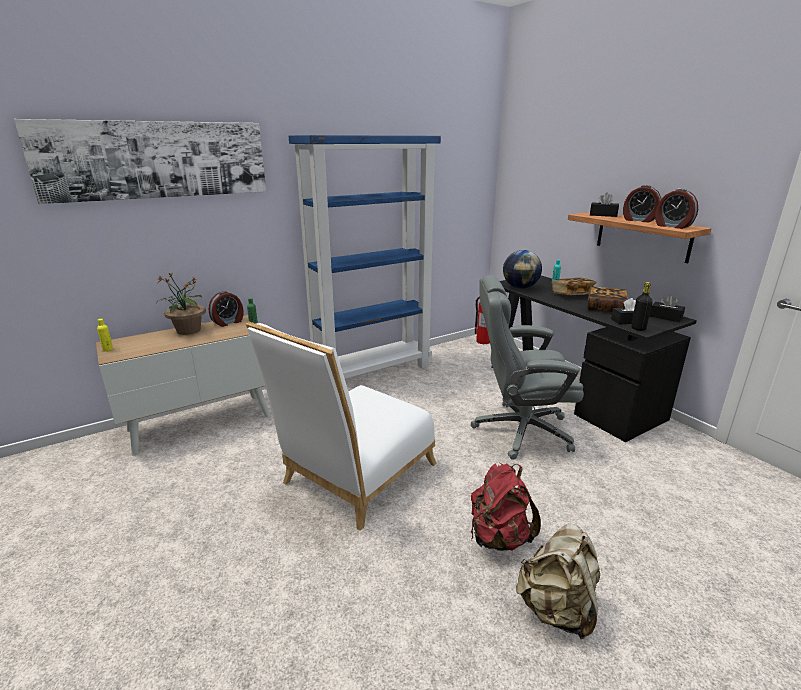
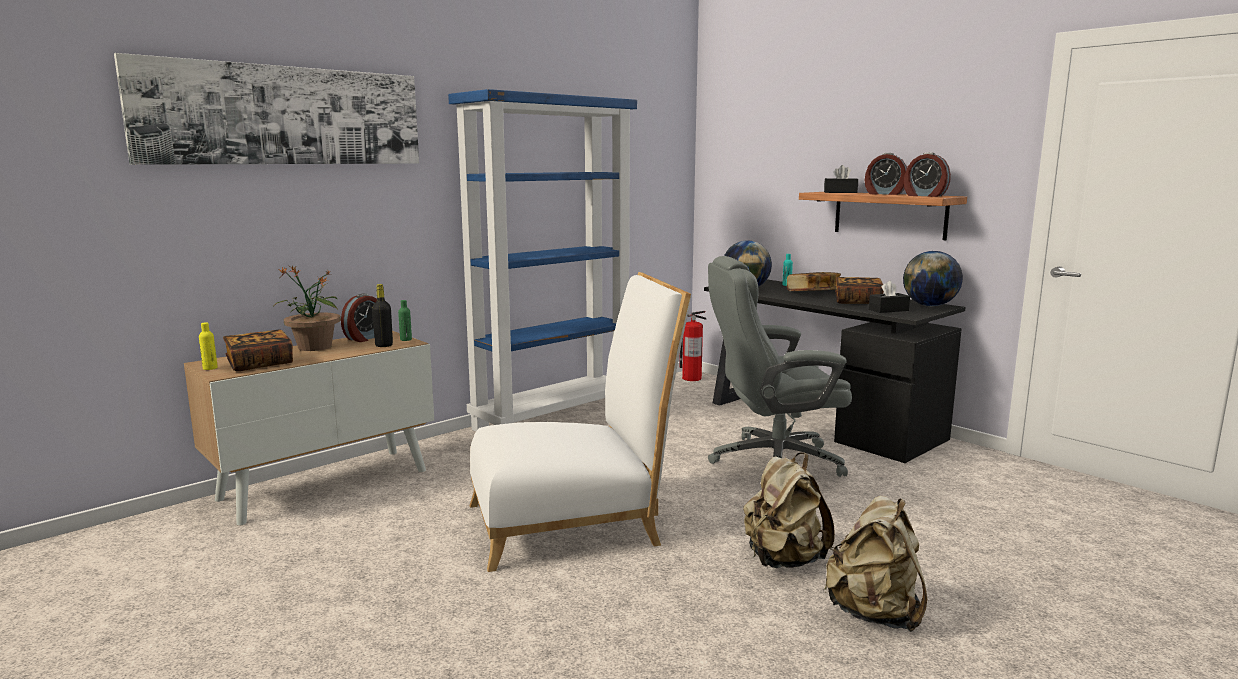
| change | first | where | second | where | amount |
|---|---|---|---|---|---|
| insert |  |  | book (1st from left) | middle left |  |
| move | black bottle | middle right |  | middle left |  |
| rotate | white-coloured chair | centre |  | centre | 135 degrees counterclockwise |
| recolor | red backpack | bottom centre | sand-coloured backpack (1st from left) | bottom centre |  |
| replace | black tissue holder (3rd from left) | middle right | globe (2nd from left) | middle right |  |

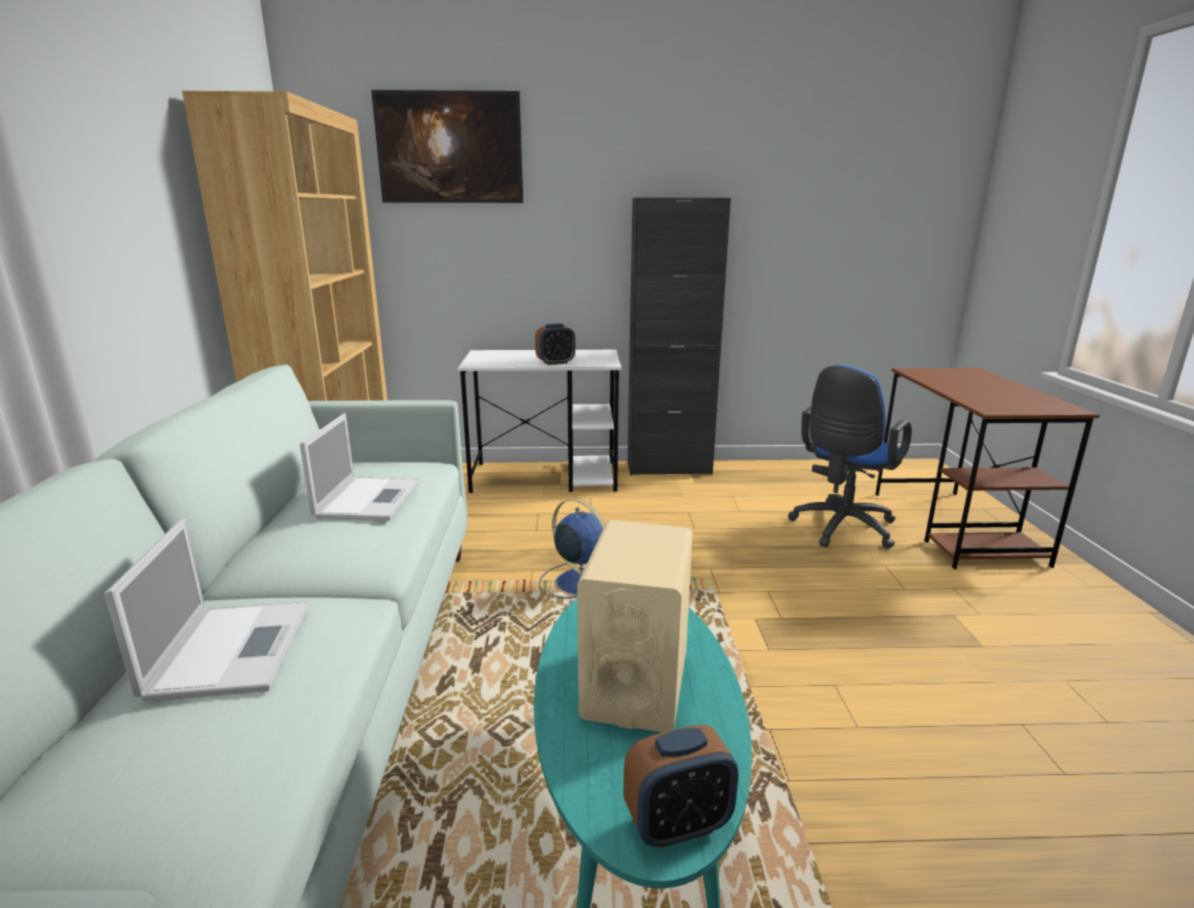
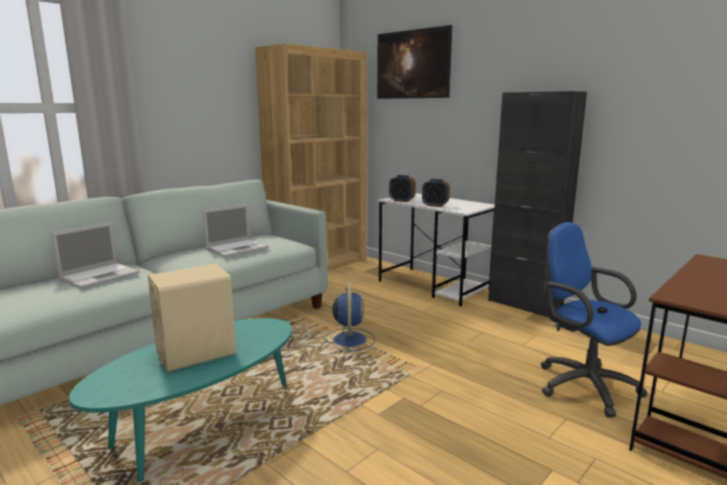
| change | first | where | second | where | amount |
|---|---|---|---|---|---|
| move | alarm clock (2nd from left in the first image) | bottom centre | alarm clock (1st from left) | centre |  |
| rotate | blue-coloured desk chair | middle right |  | middle right | 60 degrees clockwise |

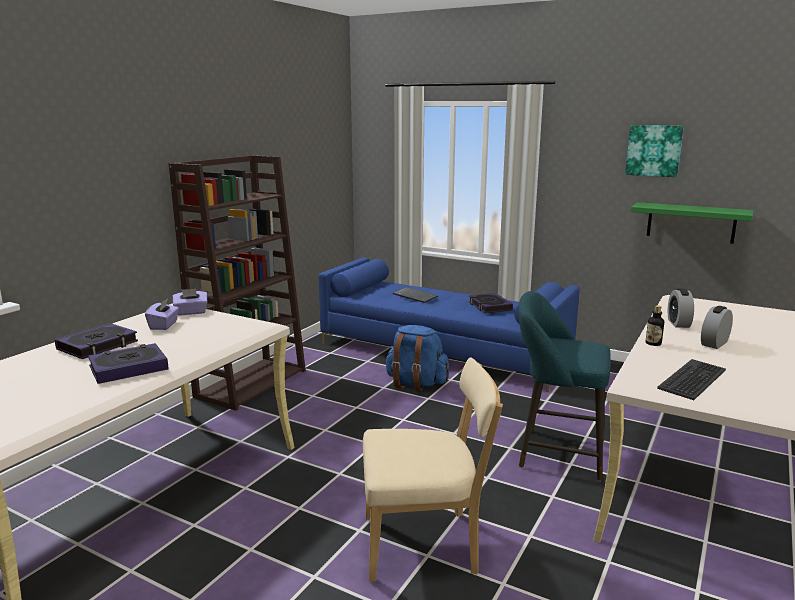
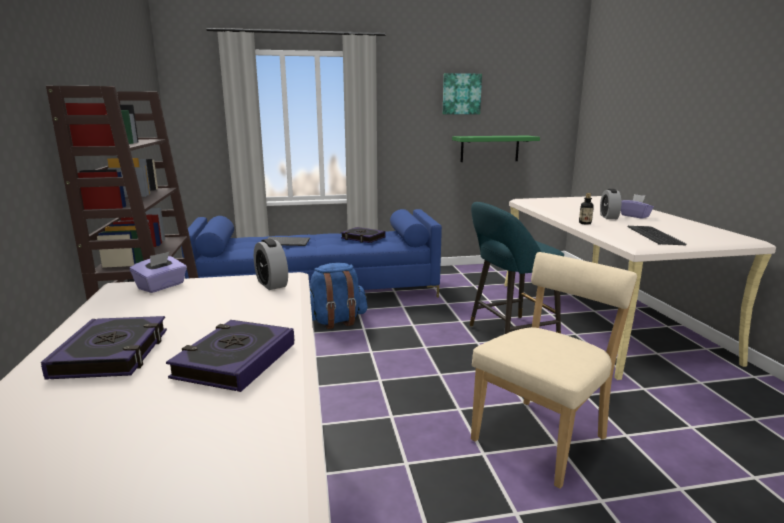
| change | first | where | second | where | amount |
|---|---|---|---|---|---|
| move | alarm clock (1st from left) | middle right |  | centre |  |
| move | purplish tissue holder (1st from left in the first image) | middle left | purplish tissue holder (2nd from left) | middle right |  |

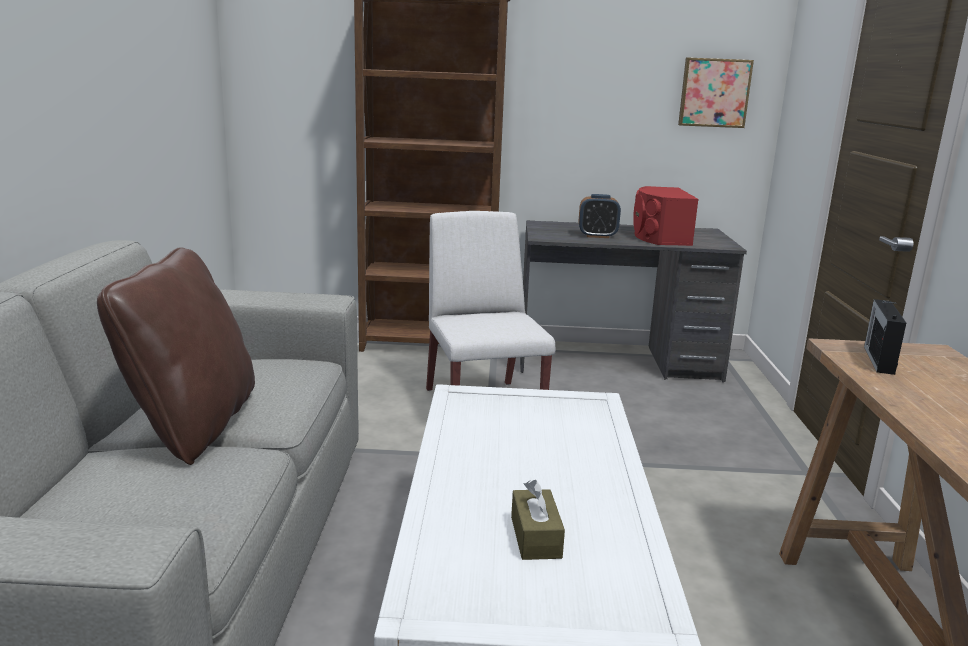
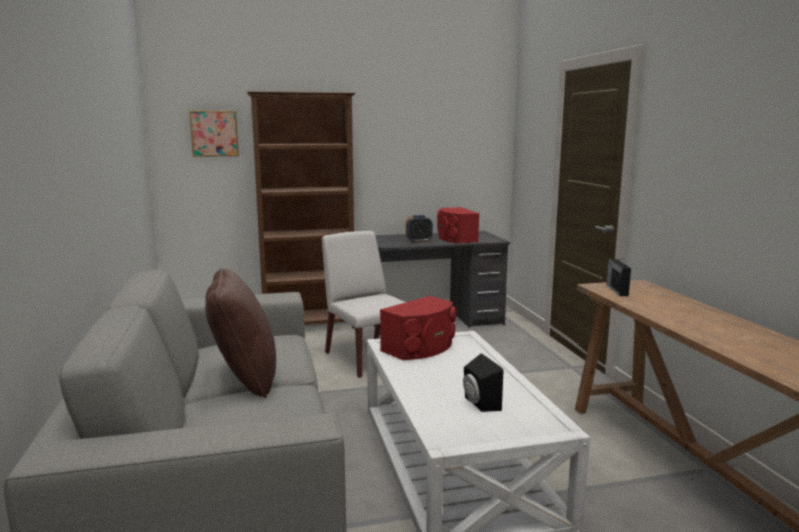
| change | first | where | second | where | amount |
|---|---|---|---|---|---|
| move | wall art | top right |  | top left |  |
| insert |  |  | red speaker (1st from left) | centre |  |
| replace | brown tissue holder | bottom centre | black speaker | bottom centre |  |

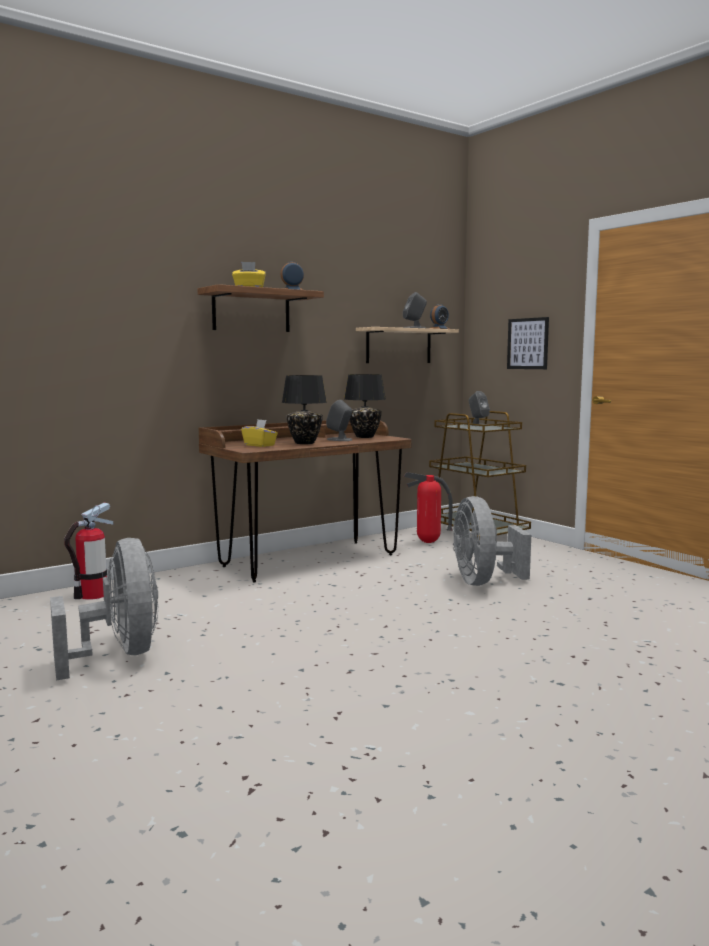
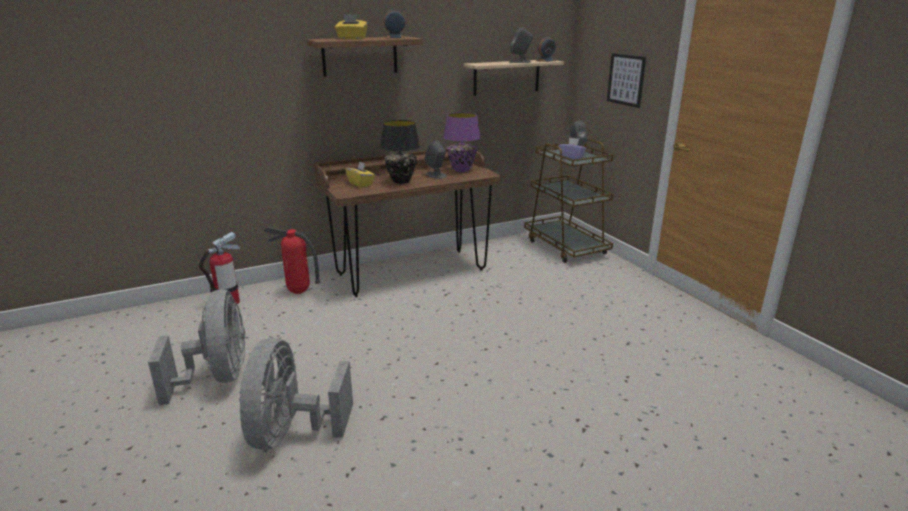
| change | first | where | second | where | amount |
|---|---|---|---|---|---|
| move | gray fan (2nd from left) | middle right |  | bottom left |  |
| move | extinguisher (2nd from left) | centre |  | middle left |  |
| recolor | black tabletop lamp (2nd from left) | centre | purplish tabletop lamp | top centre |  |
| insert |  |  | purplish tissue holder | top centre |  |

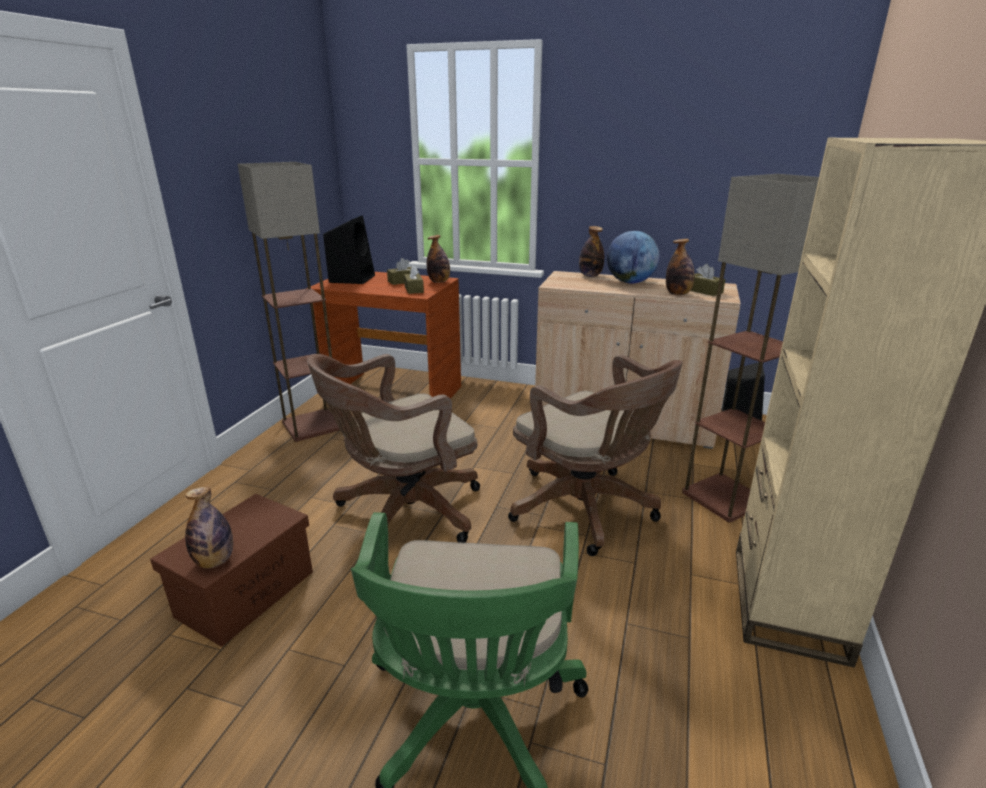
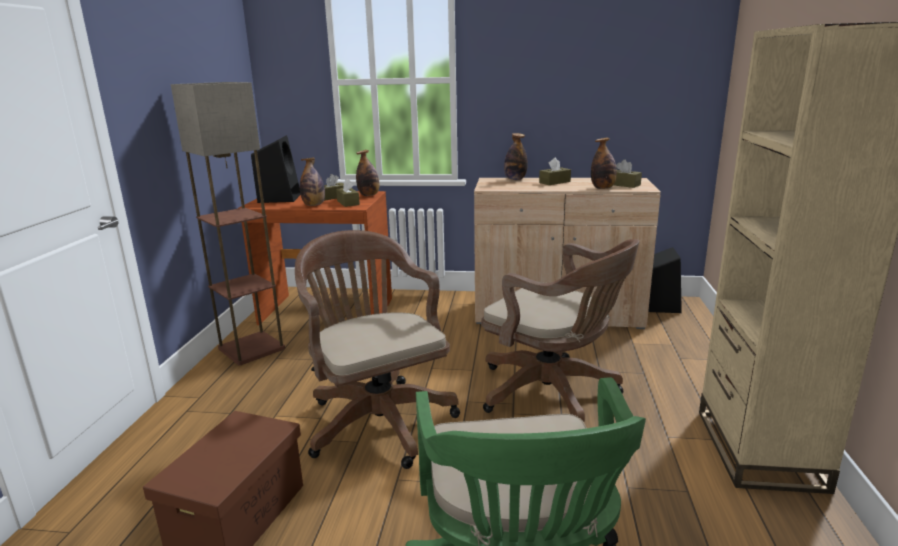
| change | first | where | second | where | amount |
|---|---|---|---|---|---|
| rotate | brown desk chair (1st from left) | centre |  | centre | 105 degrees clockwise |
| move | bottle (1st from left) | bottom left |  | top centre |  |
| replace | globe | top centre | brown tissue holder (3rd from left) | top centre |  |
| delete | standing lamp (2nd from left) | middle right |  |  |  |

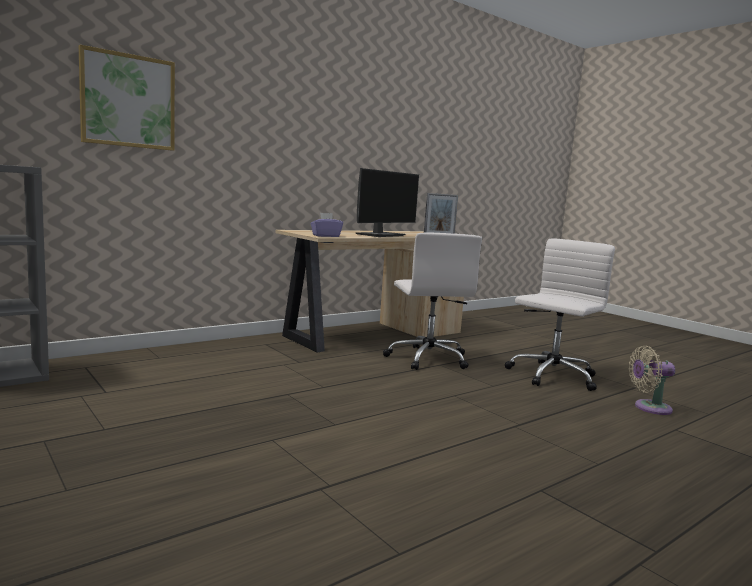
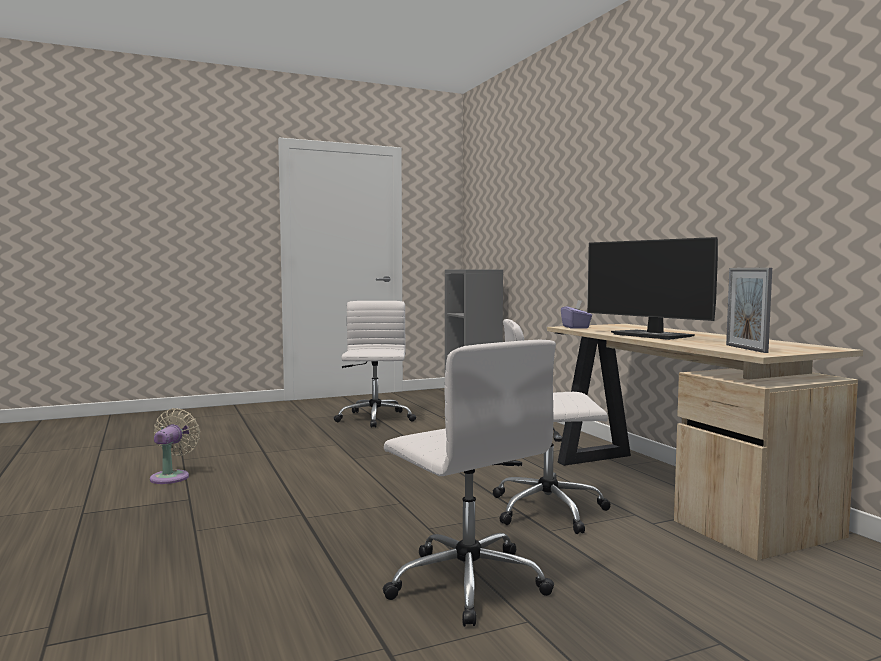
| change | first | where | second | where | amount |
|---|---|---|---|---|---|
| move | sand-coloured fan | middle right |  | bottom left |  |
| insert |  |  | white-coloured desk chair (1st from left) | centre |  |
| delete | wall art | top left |  |  |  |

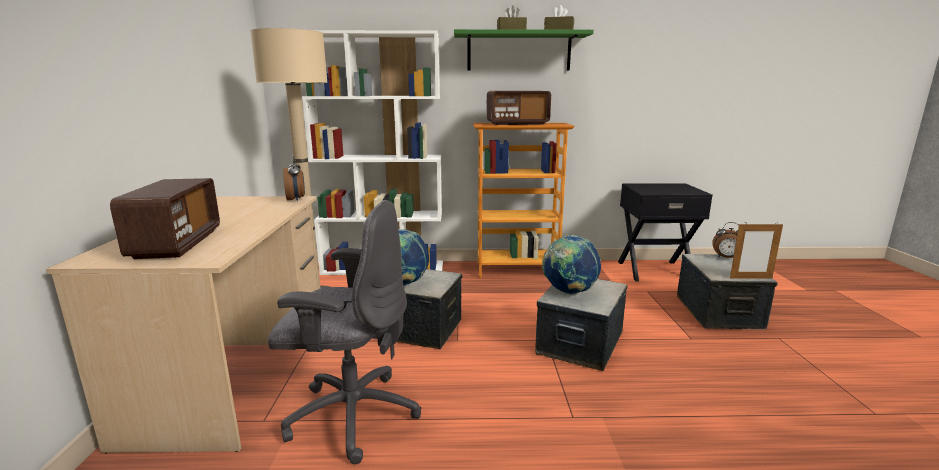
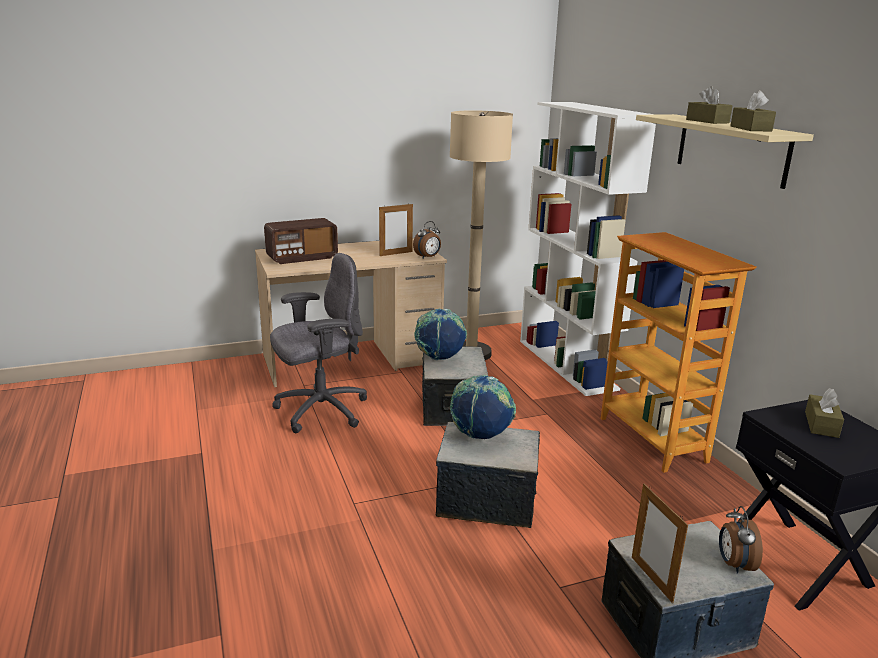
| change | first | where | second | where | amount |
|---|---|---|---|---|---|
| rotate | gray desk chair | bottom centre |  | centre | 105 degrees counterclockwise |
| insert |  |  | photo frame (1st from left) | centre |  |
| recolor | green bracket shelf | top centre | sand-coloured bracket shelf | top right |  |
| insert |  |  | brown tissue holder (3rd from left) | middle right |  |
| delete | radio (2nd from left) | top centre |  |  |  |

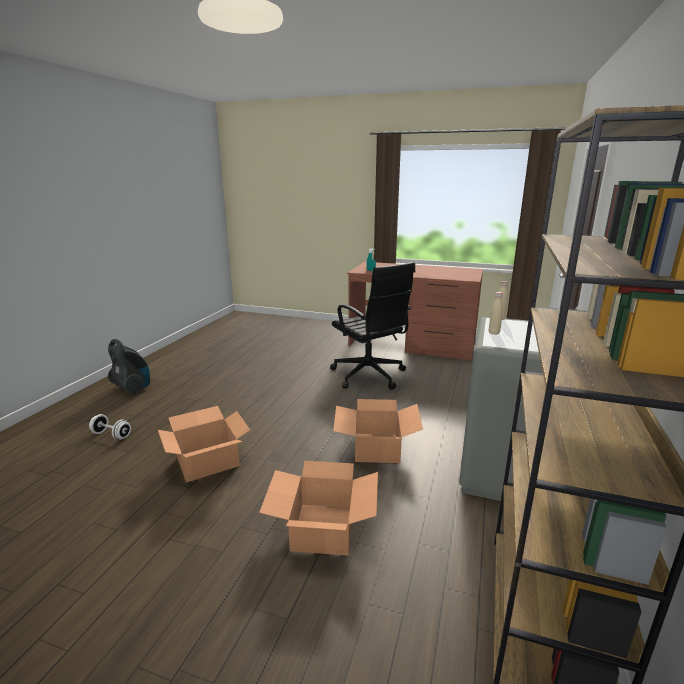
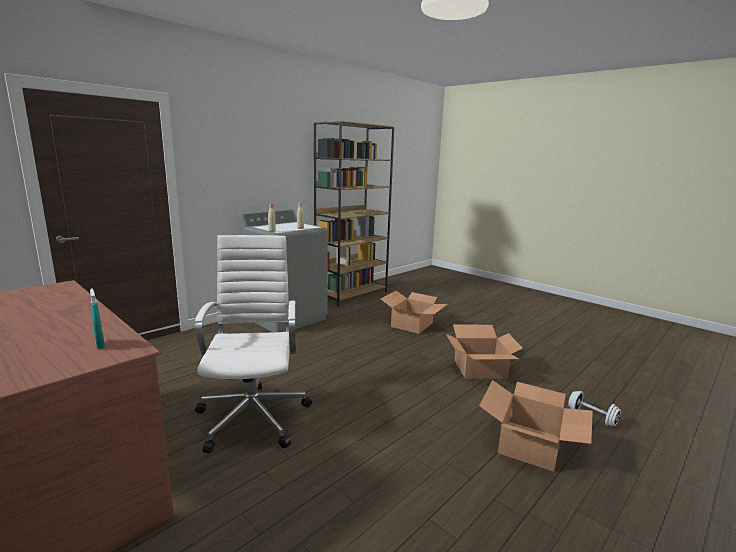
| change | first | where | second | where | amount |
|---|---|---|---|---|---|
| recolor | black desk chair | centre | white-coloured desk chair | centre |  |
| move | cardboard box (3rd from left) | centre |  | bottom right |  |
| delete | hoover | middle left |  |  |  |

